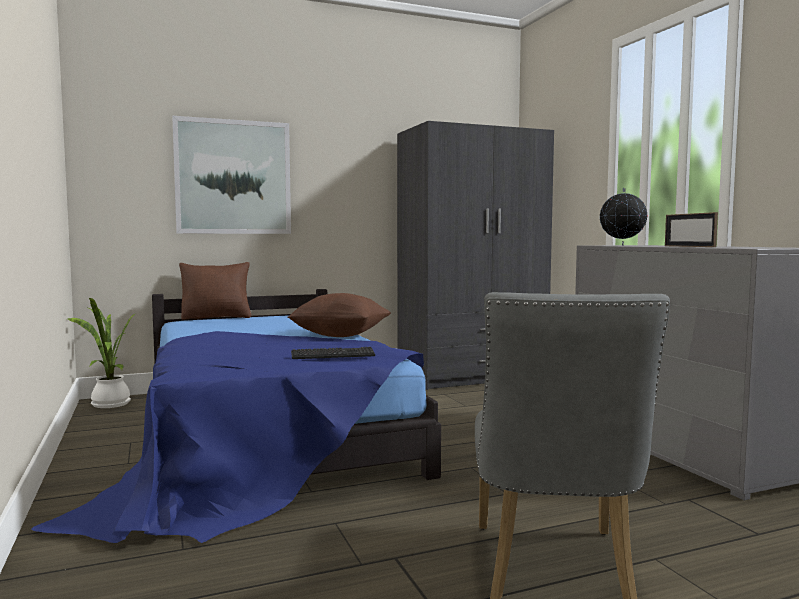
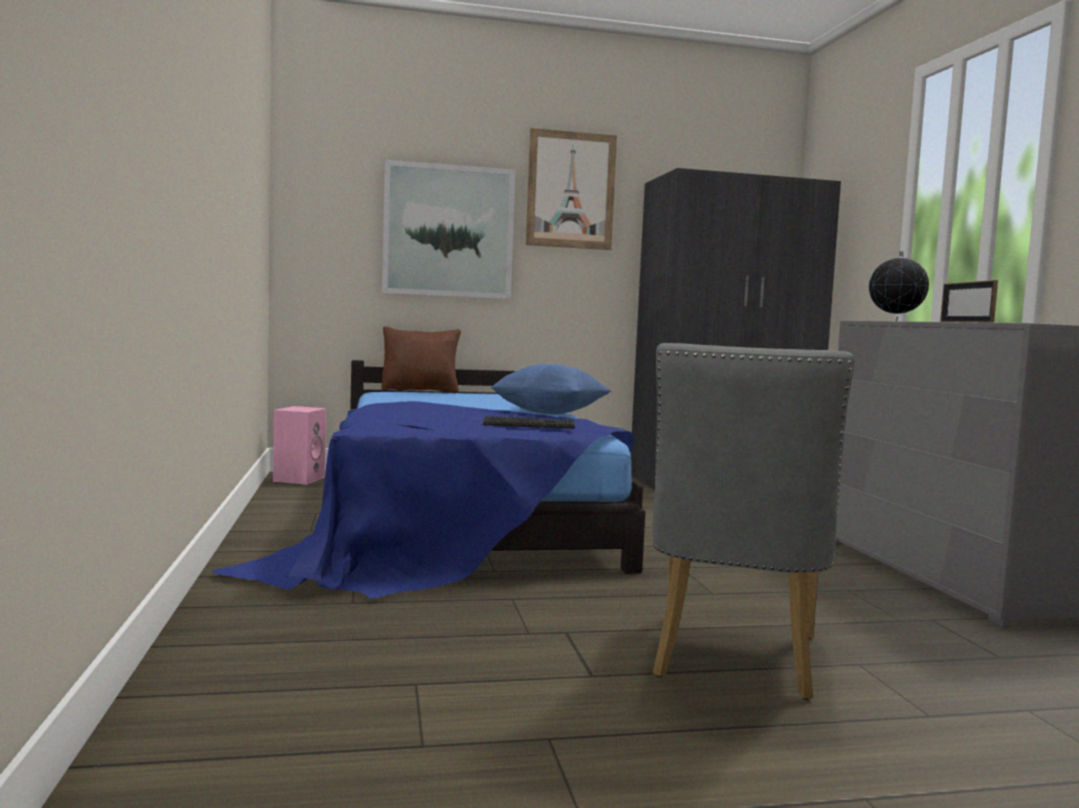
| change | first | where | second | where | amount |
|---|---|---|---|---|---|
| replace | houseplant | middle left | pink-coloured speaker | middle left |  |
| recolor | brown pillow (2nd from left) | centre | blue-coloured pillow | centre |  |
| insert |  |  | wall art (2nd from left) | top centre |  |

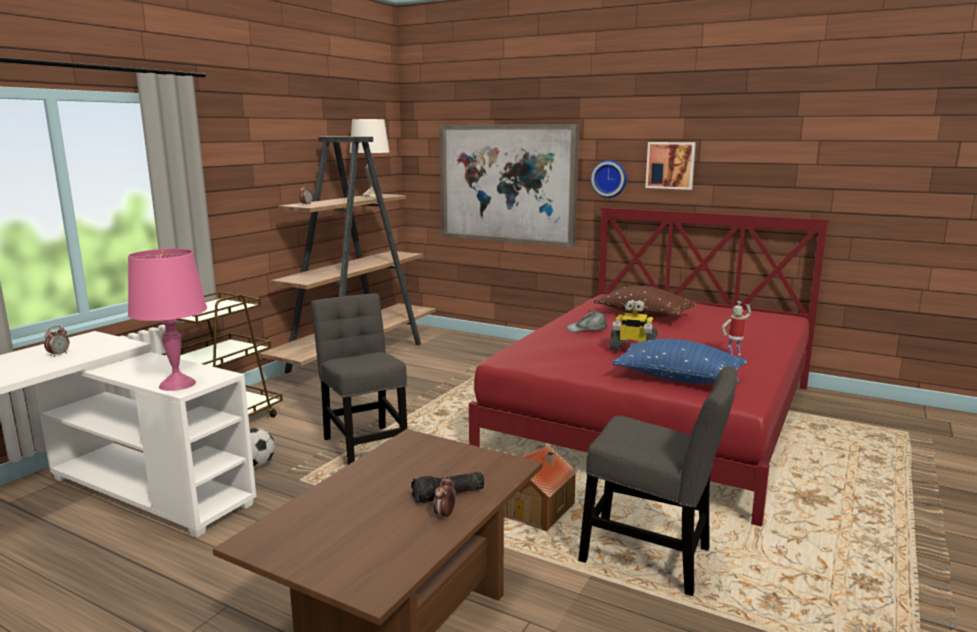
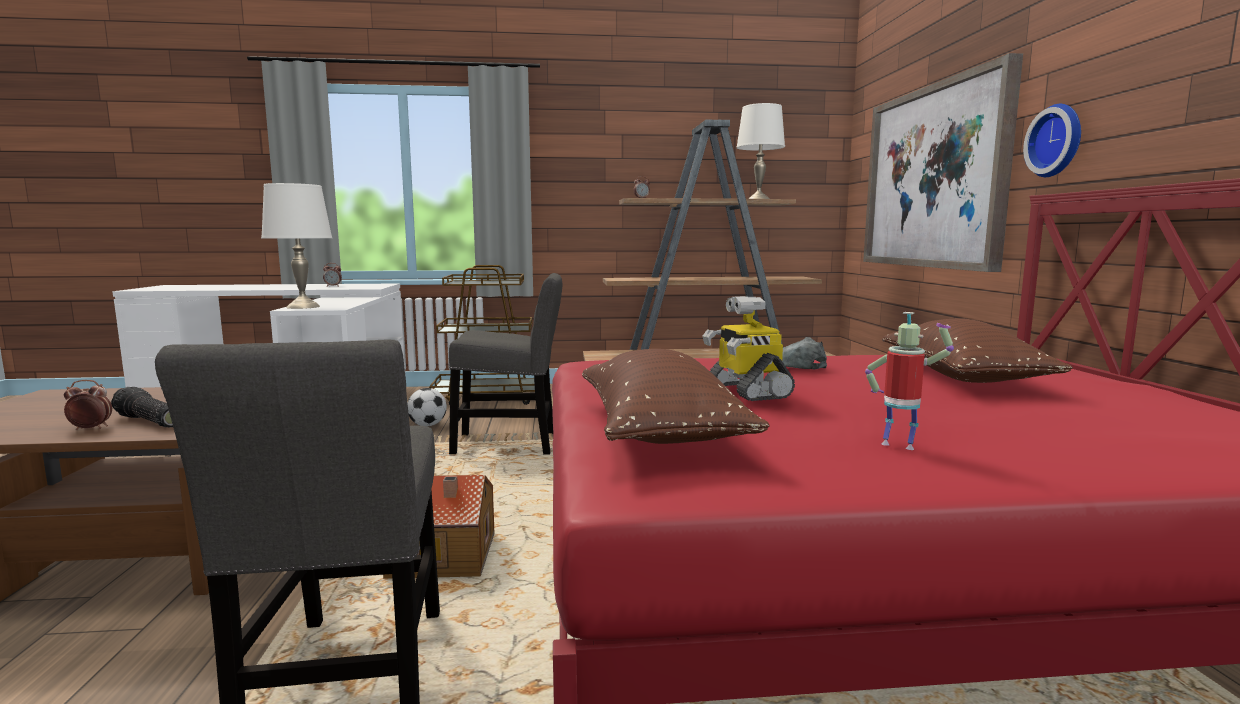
| change | first | where | second | where | amount |
|---|---|---|---|---|---|
| recolor | pink-coloured tabletop lamp | middle left | white-coloured tabletop lamp (1st from left) | middle left |  |
| rotate | gray chair (1st from left in the first image) | centre | gray chair (2nd from left) | centre | 60 degrees clockwise |
| recolor | blue-coloured pillow | middle right | brown pillow (1st from left) | centre |  |
| delete | wall art (2nd from left) | top right |  |  |  |

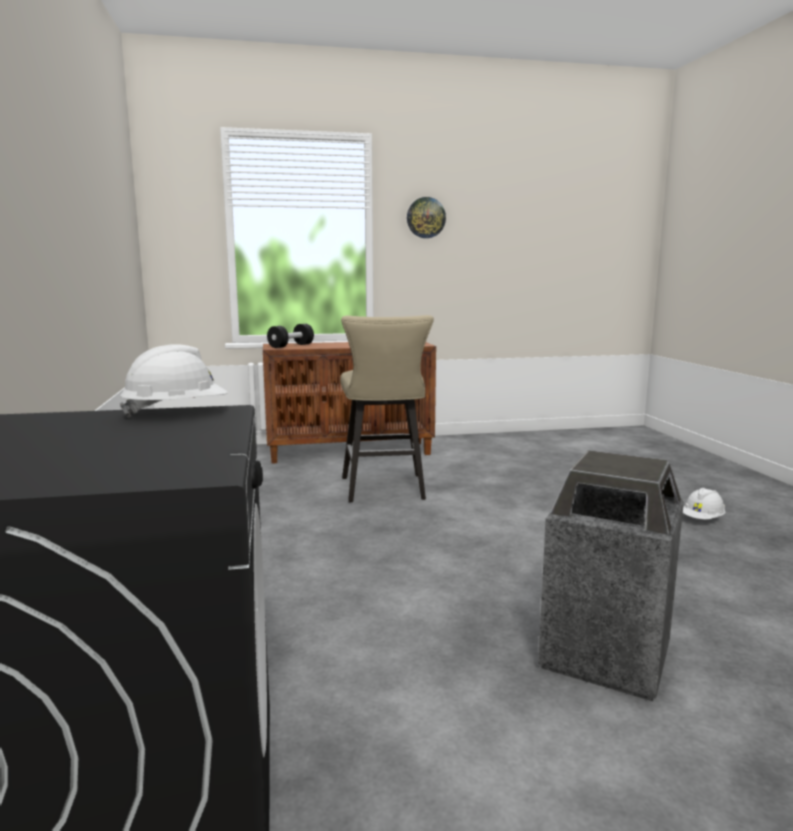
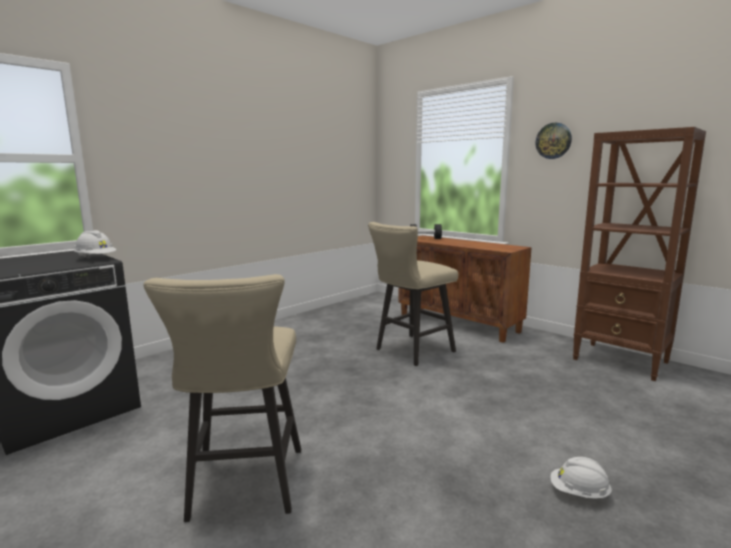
| change | first | where | second | where | amount |
|---|---|---|---|---|---|
| replace | waste bin | bottom right | sand-coloured sitting stool (1st from left) | bottom left |  |
| insert |  |  | brown bookcase | middle right |  |

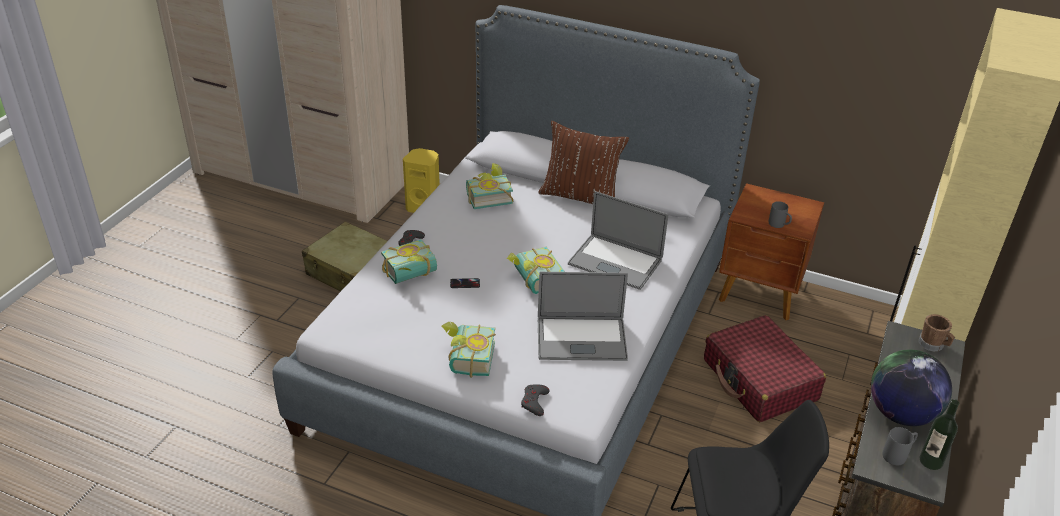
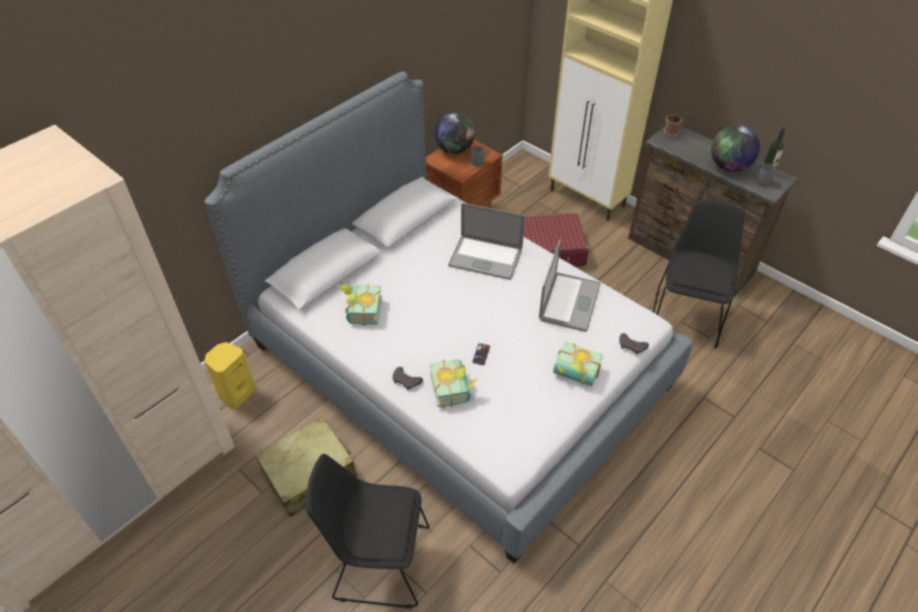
| change | first | where | second | where | amount |
|---|---|---|---|---|---|
| insert |  |  | black chair (1st from left) | bottom centre |  |
| insert |  |  | globe (1st from left) | top centre |  |
| rotate | portable computer (2nd from left in the first image) | centre | portable computer (1st from left) | centre | 60 degrees clockwise |
| delete | book (4th from left) | centre |  |  |  |
| delete | brown pillow | top centre |  |  |  |

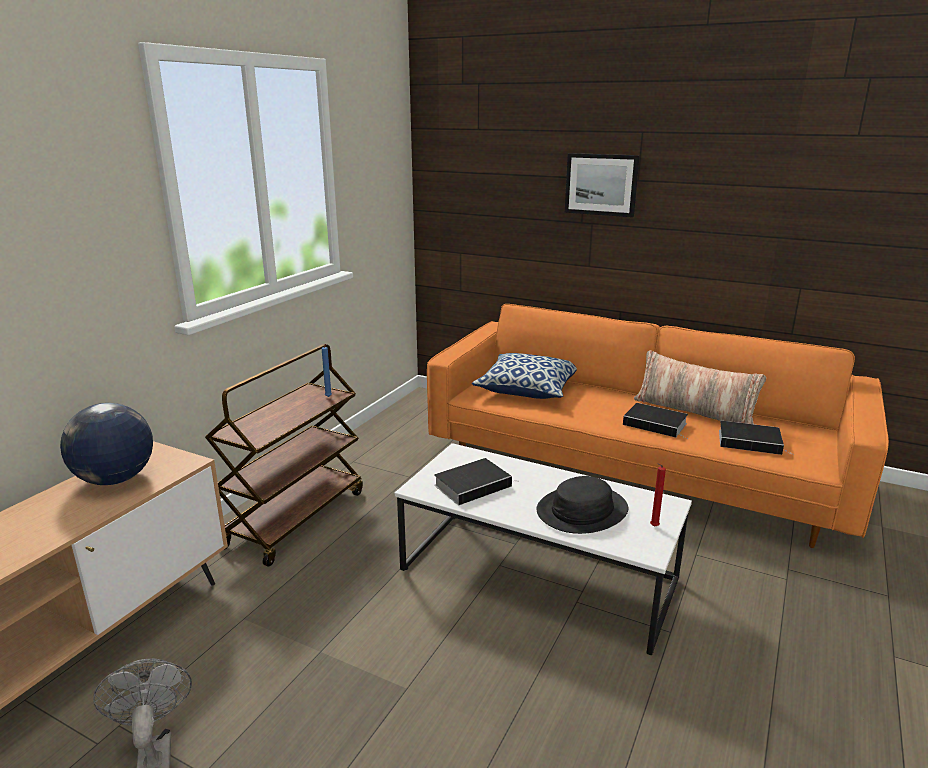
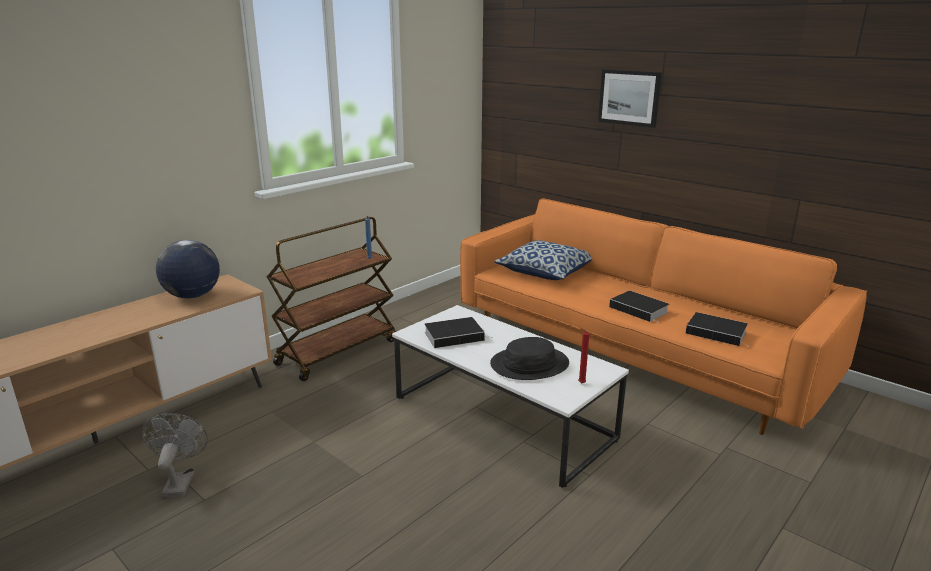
| change | first | where | second | where | amount |
|---|---|---|---|---|---|
| delete | pillow (2nd from left) | middle right |  |  |  |

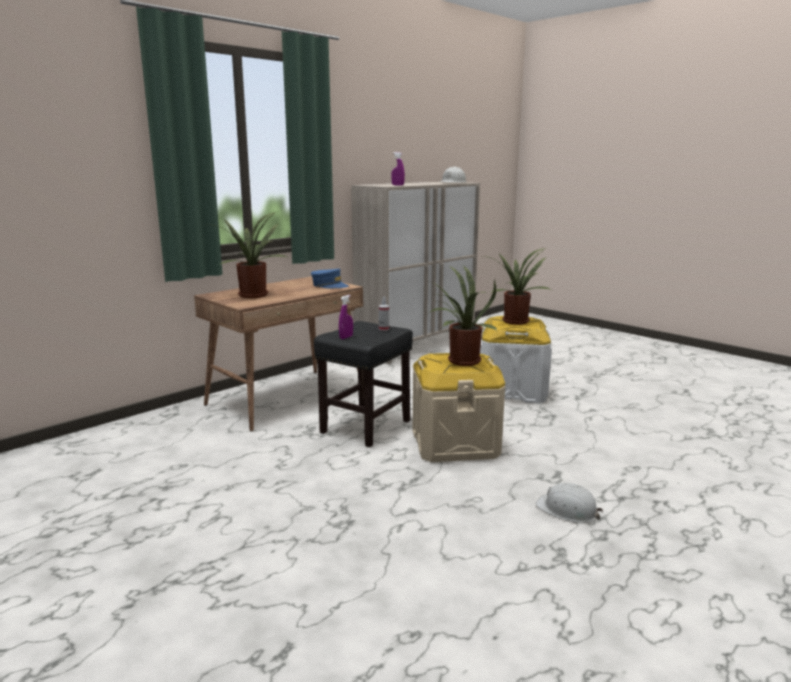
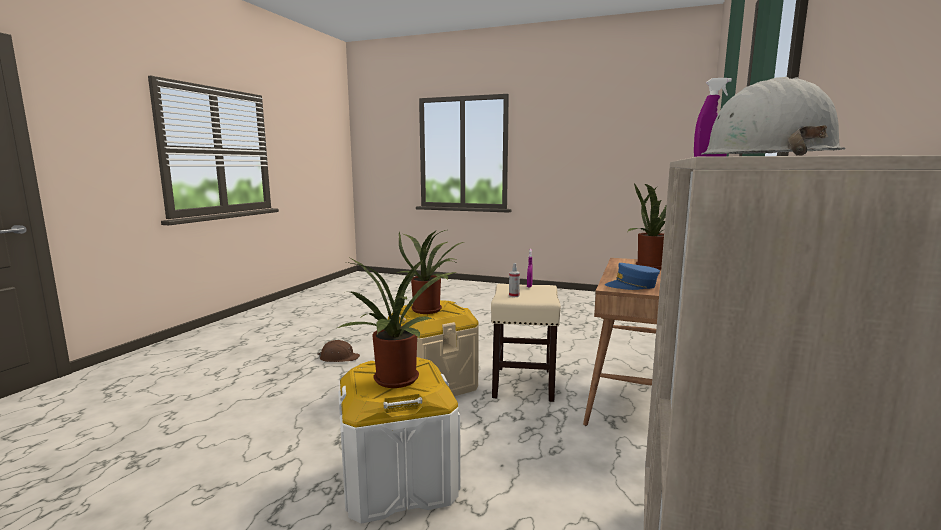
| change | first | where | second | where | amount |
|---|---|---|---|---|---|
| recolor | white-coloured hard hat (2nd from left) | bottom right | brown hard hat | centre |  |
| recolor | black sitting stool | centre | sand-coloured sitting stool | centre |  |

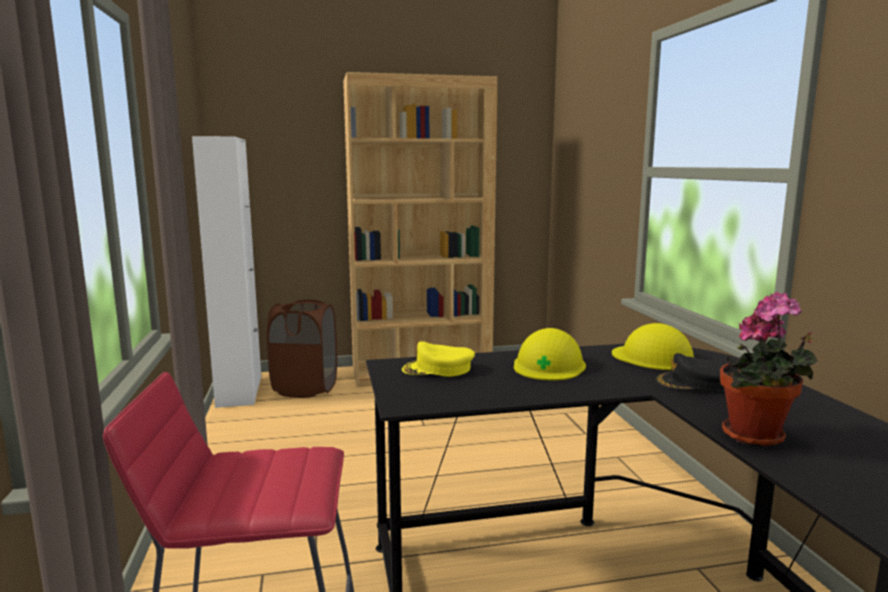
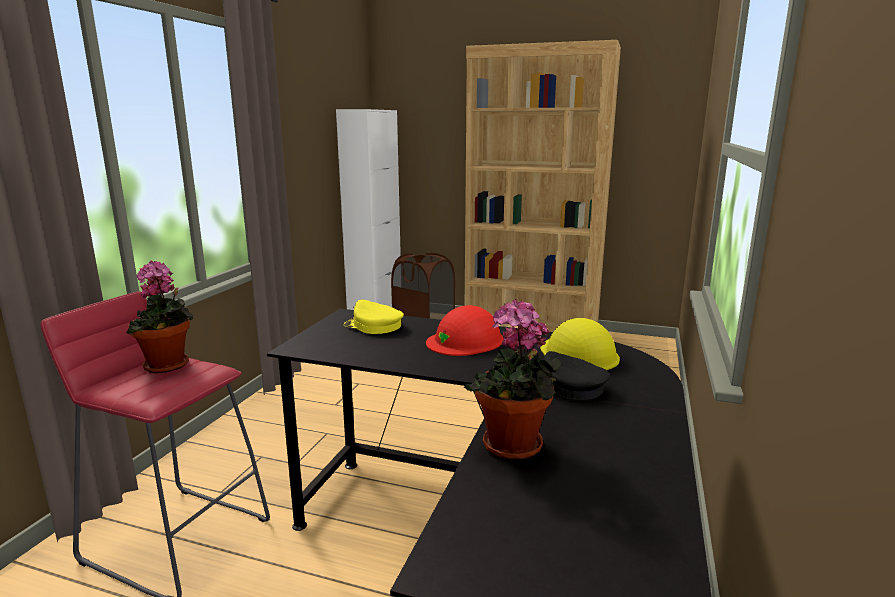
| change | first | where | second | where | amount |
|---|---|---|---|---|---|
| insert |  |  | houseplant (1st from left) | middle left |  |
| recolor | yellow hard hat (1st from left) | centre | red hard hat | centre |  |

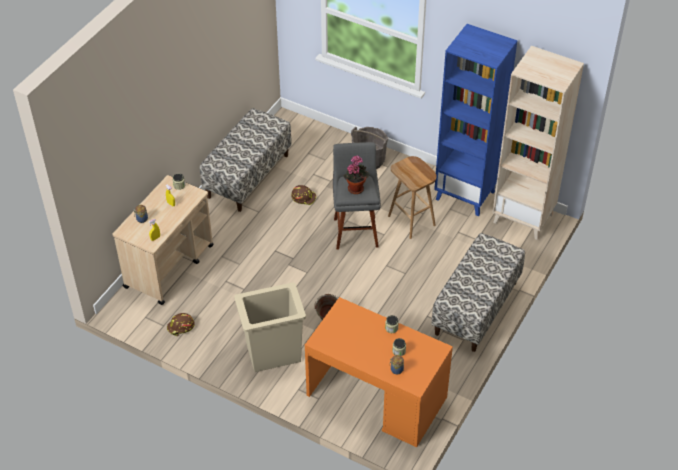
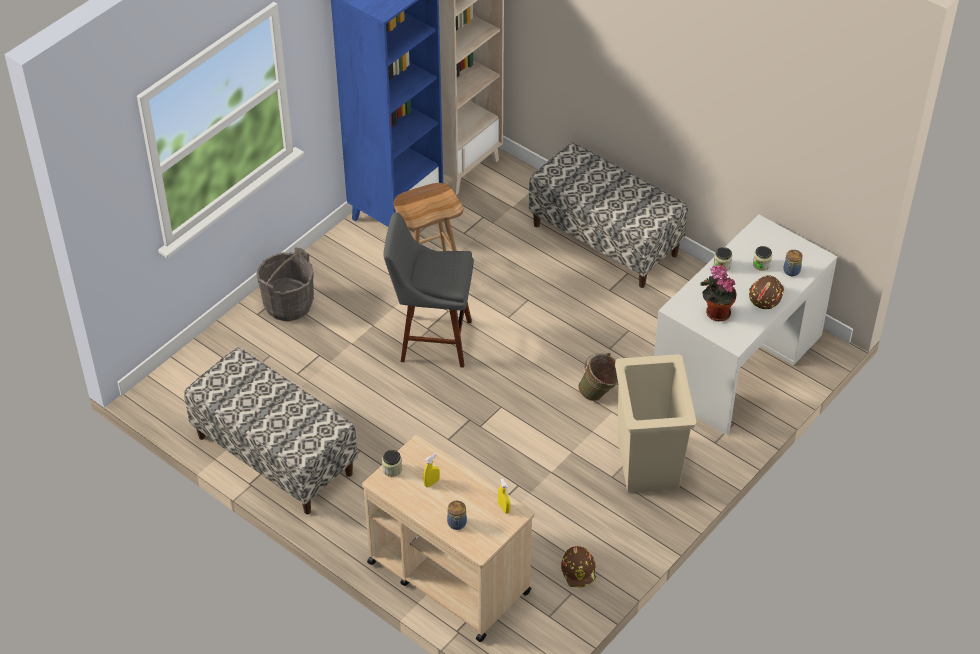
| change | first | where | second | where | amount |
|---|---|---|---|---|---|
| recolor | orange desk table | bottom centre | white-coloured desk table | middle right |  |
| move | houseplant | centre |  | middle right |  |
| move | brown hard hat (2nd from left) | centre |  | middle right |  |

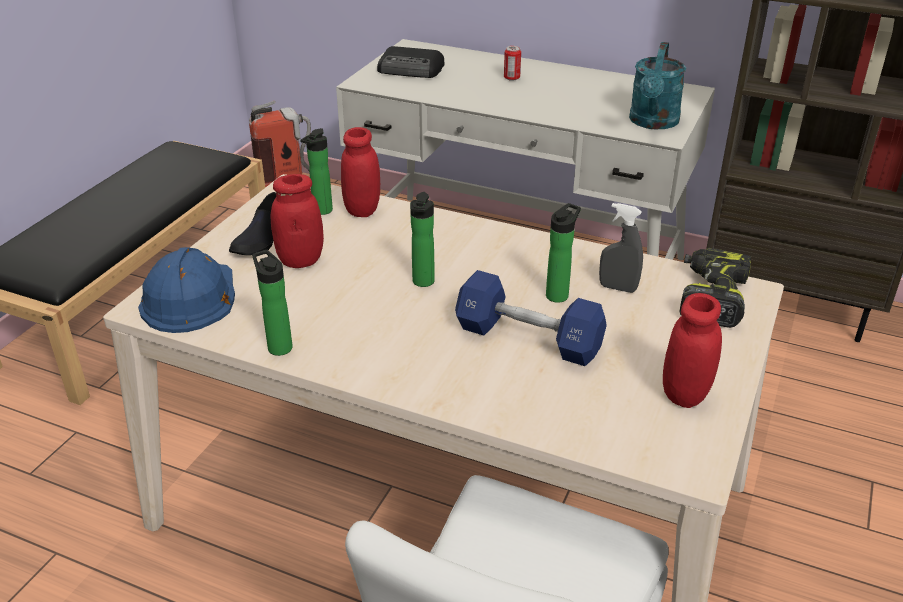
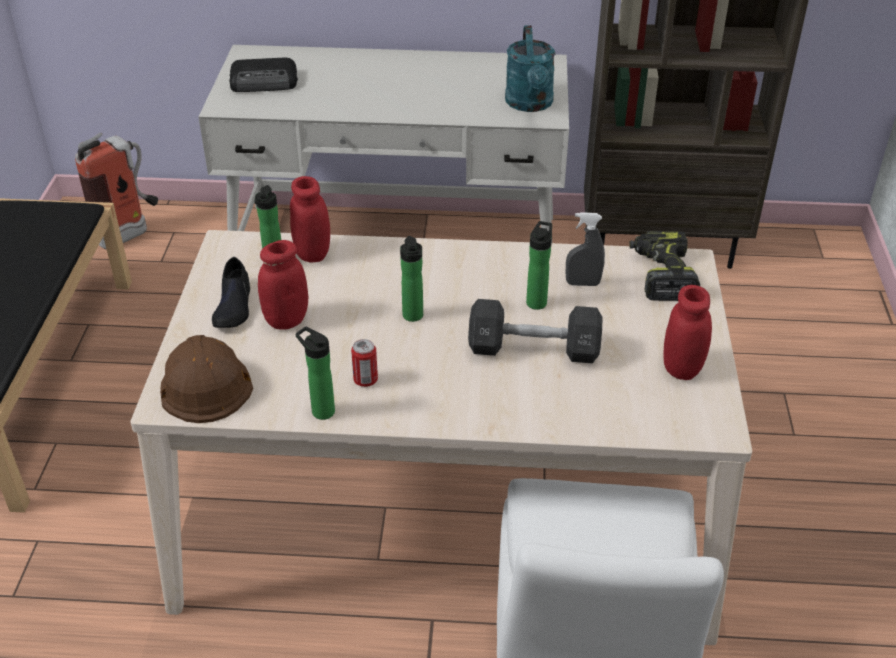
| change | first | where | second | where | amount |
|---|---|---|---|---|---|
| recolor | blue-coloured hard hat | middle left | brown hard hat | middle left |  |
| move | can | top centre |  | centre |  |
| recolor | blue-coloured hand weight | centre | black hand weight | centre |  |

